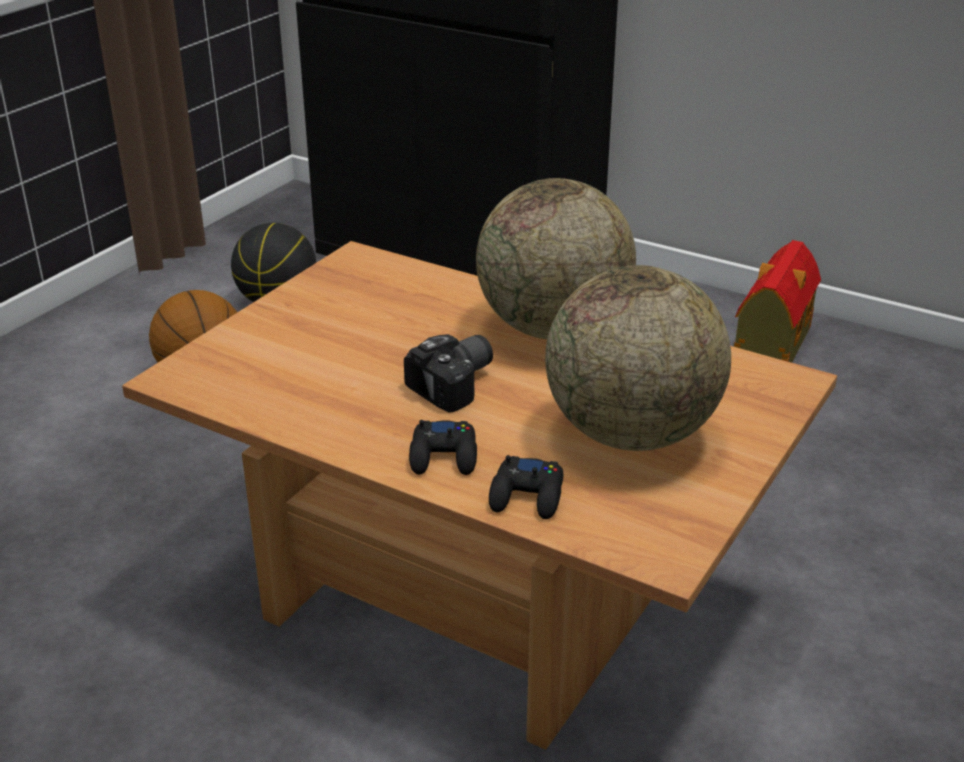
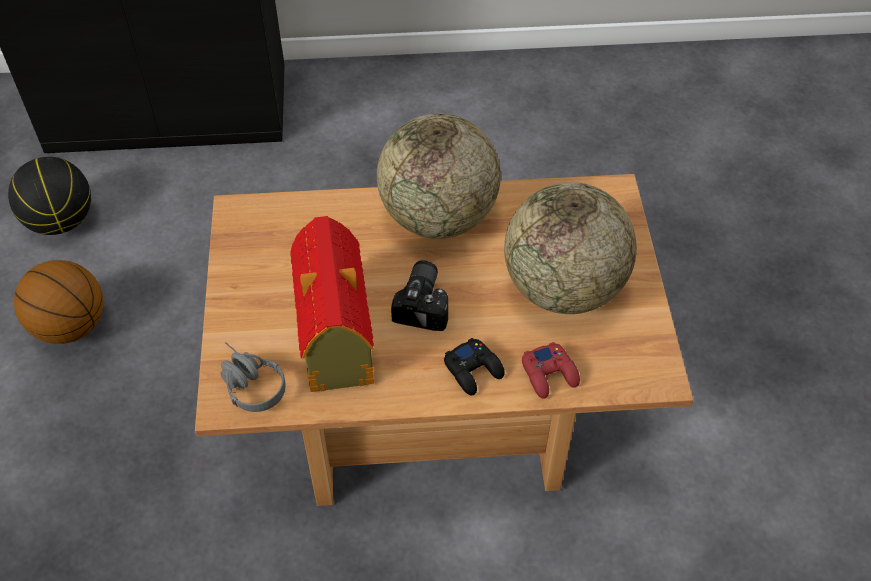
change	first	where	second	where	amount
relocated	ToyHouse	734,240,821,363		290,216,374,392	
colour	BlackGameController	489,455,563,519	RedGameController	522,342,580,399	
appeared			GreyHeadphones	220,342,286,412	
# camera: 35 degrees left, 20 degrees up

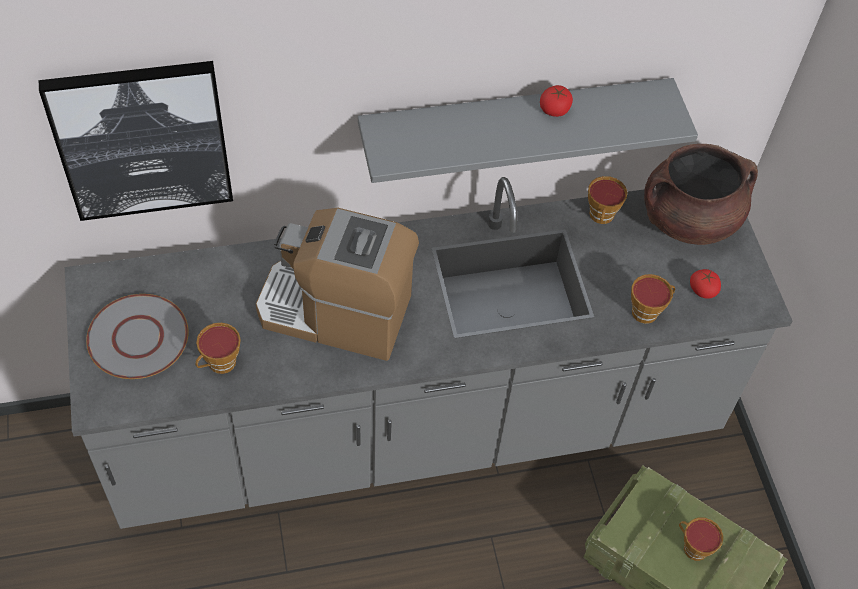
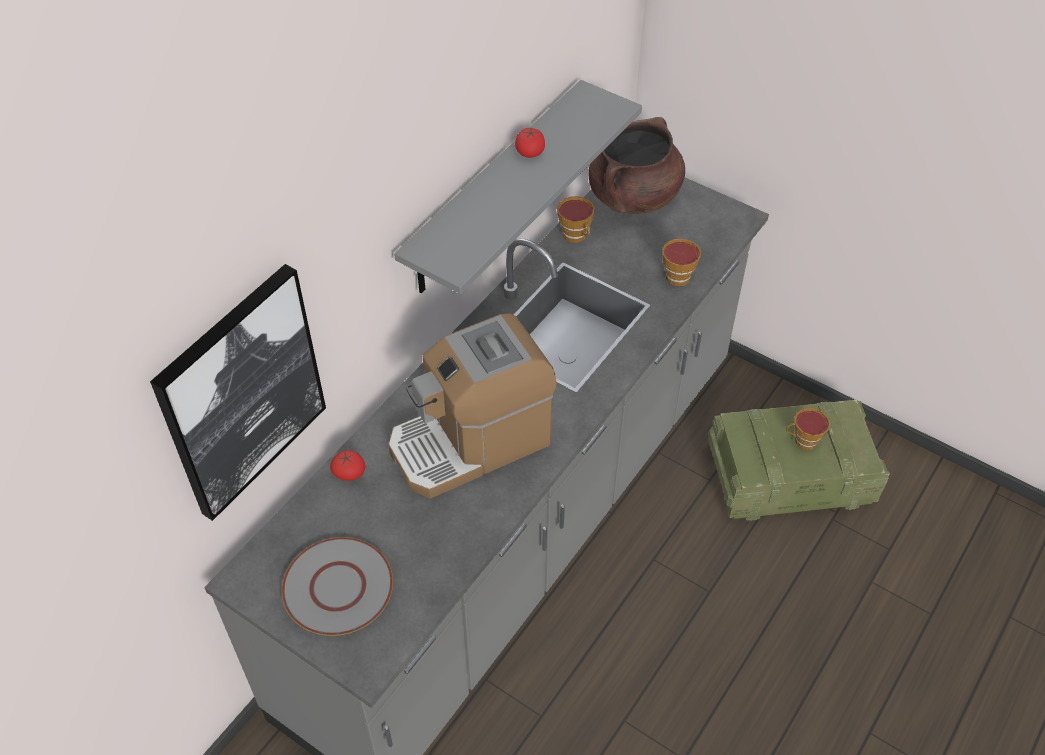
change	first	where	second	where	amount
relocated	Tomato	690,269,721,299		330,450,365,481	
missing	Cup	195,323,241,374			
# camera: 40 degrees left, 5 degrees down

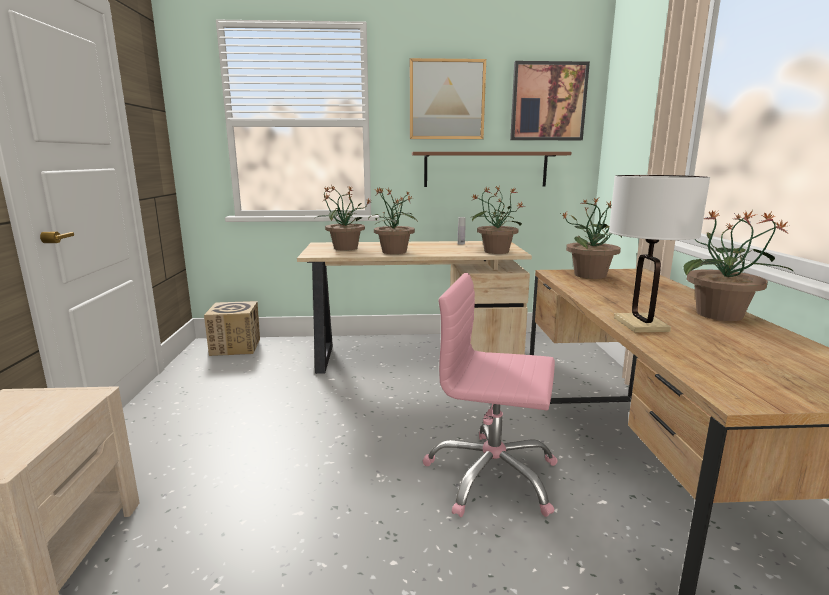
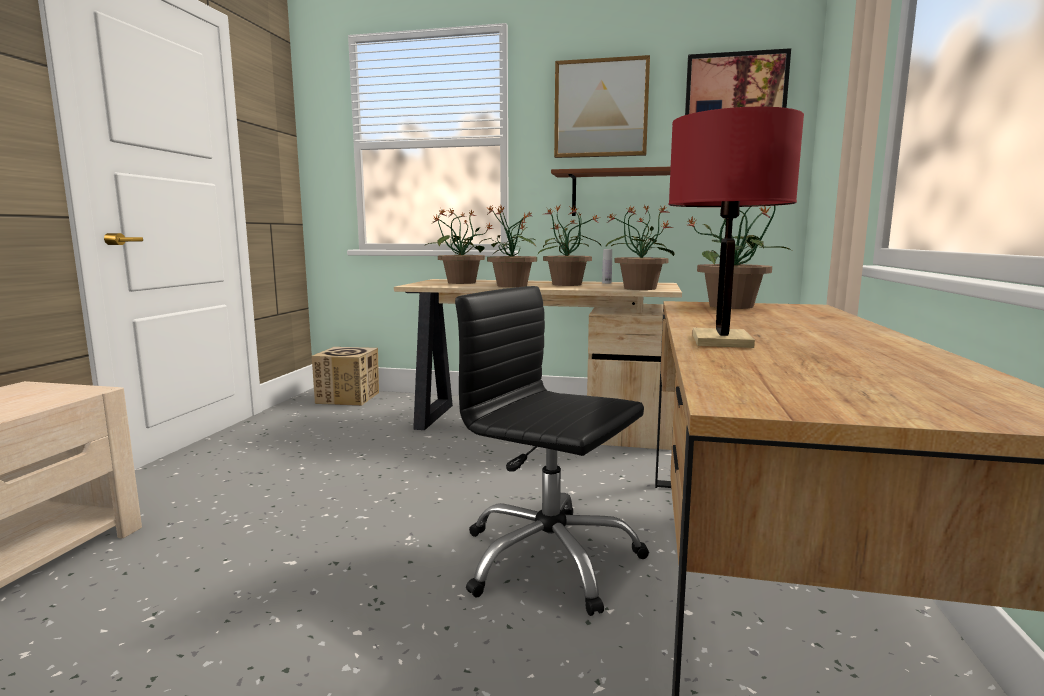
change	first	where	second	where	amount
colour	WhiteTableLamp	609,175,710,332	RedTableLamp	669,107,804,348	
relocated	PottedPlant	684,210,794,321		538,206,602,286	
colour	PinkOfficeChair	423,273,558,517	BlackOfficeChair	455,286,649,616	
# camera: 15 degrees right, 5 degrees down

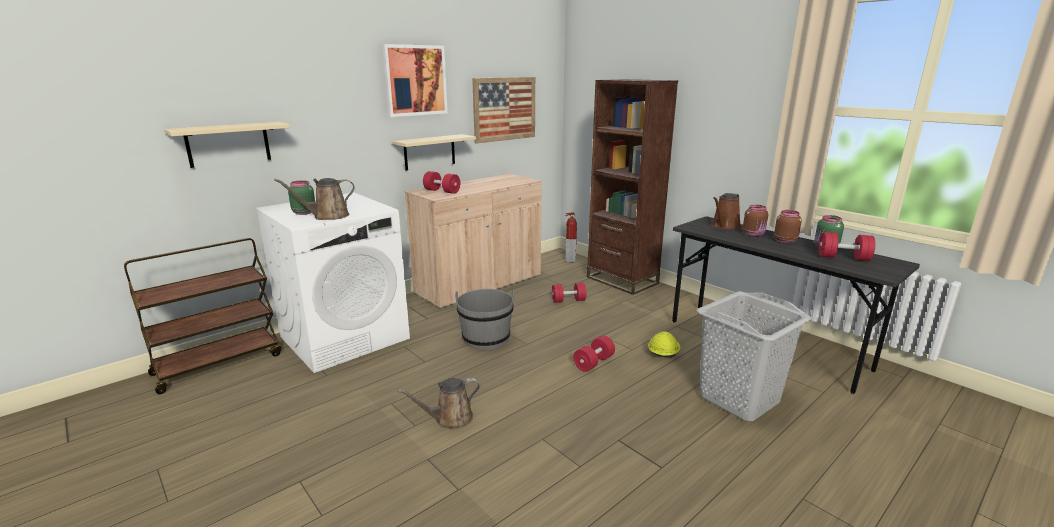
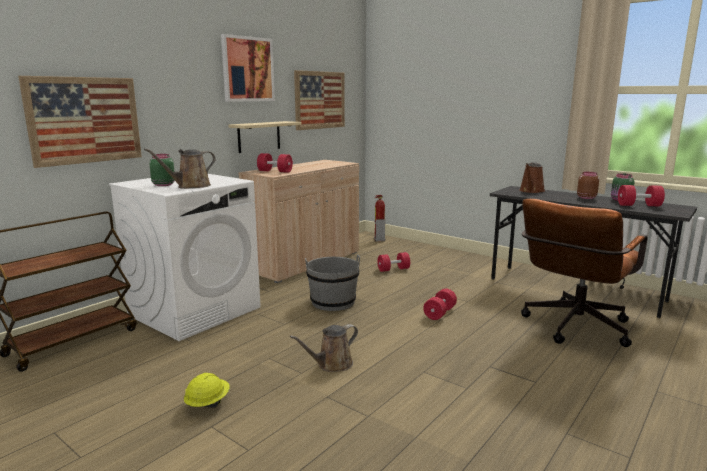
change	first	where	second	where	amount
missing	BrownBookcase	587,79,678,295			
exchanged	BeigeShelf	164,122,290,168	Picture	18,76,142,168	
missing	BrownJar	743,205,768,237			
exchanged	GreyLaundryBasket	697,291,812,422	BrownOfficeChair	521,199,648,347	
relocated	YellowHardHat	648,332,681,358		184,373,230,407	
# camera: 10 degrees left, 5 degrees down

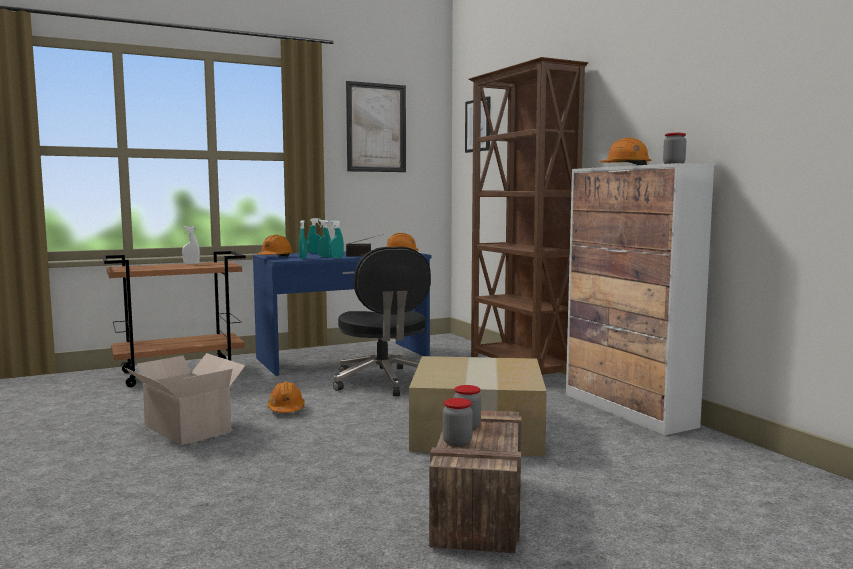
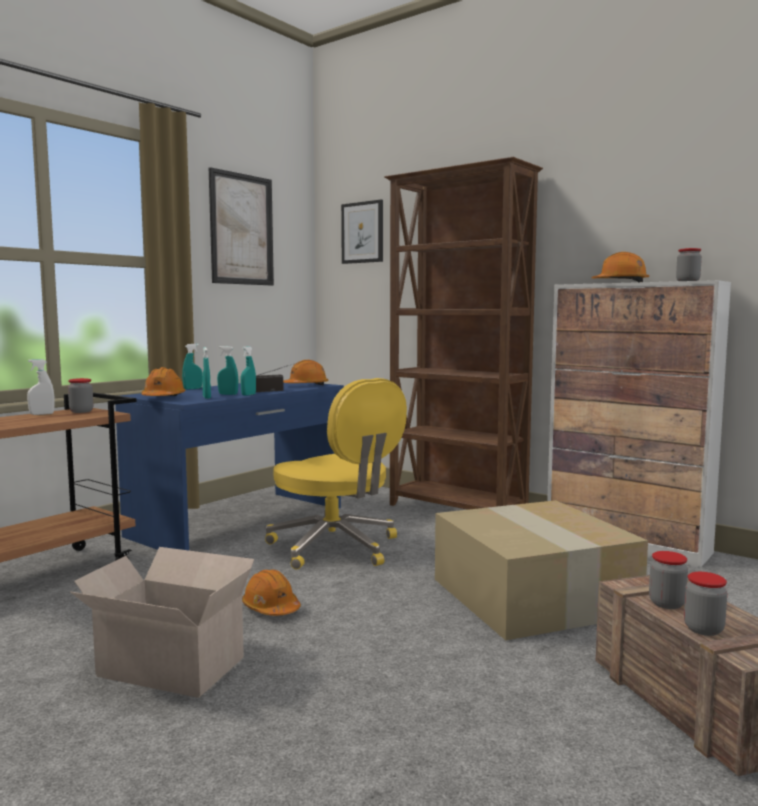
change	first	where	second	where	amount
colour	BlackOfficeChair	333,246,431,396	YellowOfficeChair	265,378,407,570	
appeared			Jar	68,378,93,413	
# camera: 25 degrees left, 0 degrees up

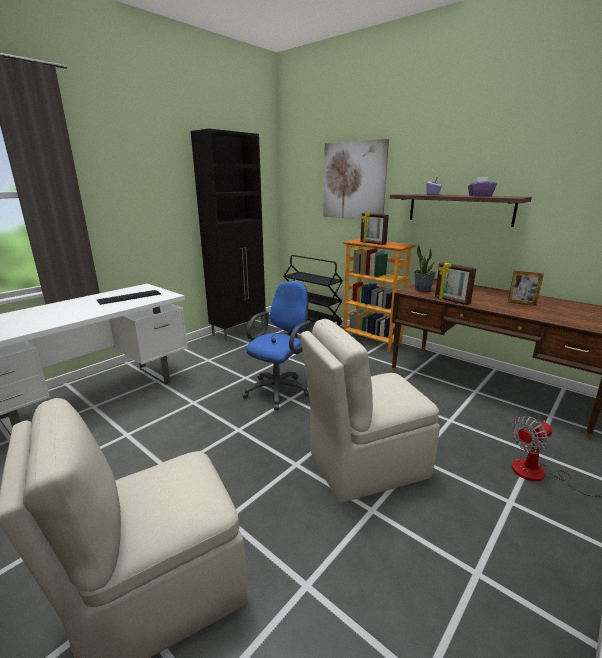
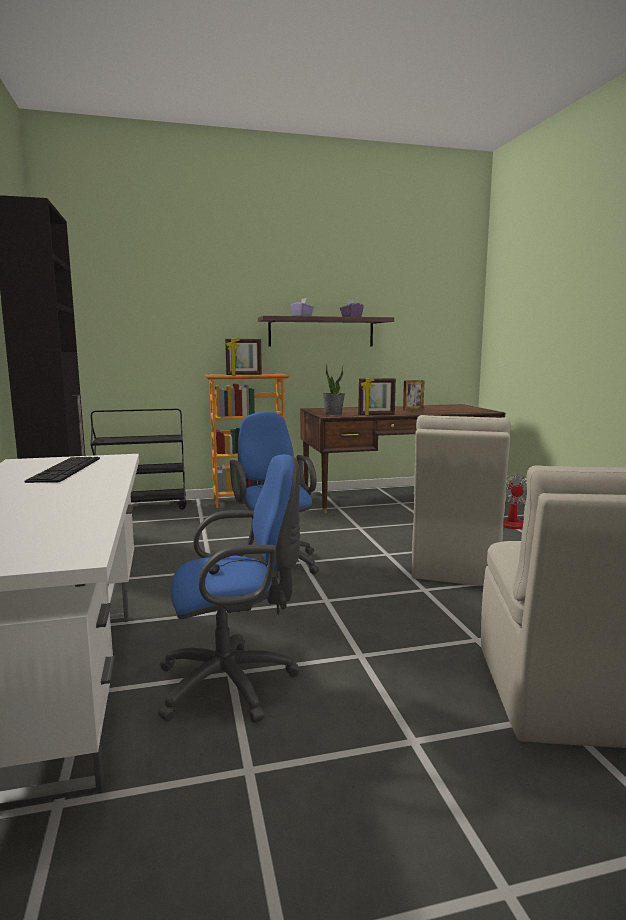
change	first	where	second	where	amount
missing	Picture	323,139,389,220			
appeared			BlueOfficeChair	158,454,300,723	
# camera: 55 degrees left, 10 degrees down

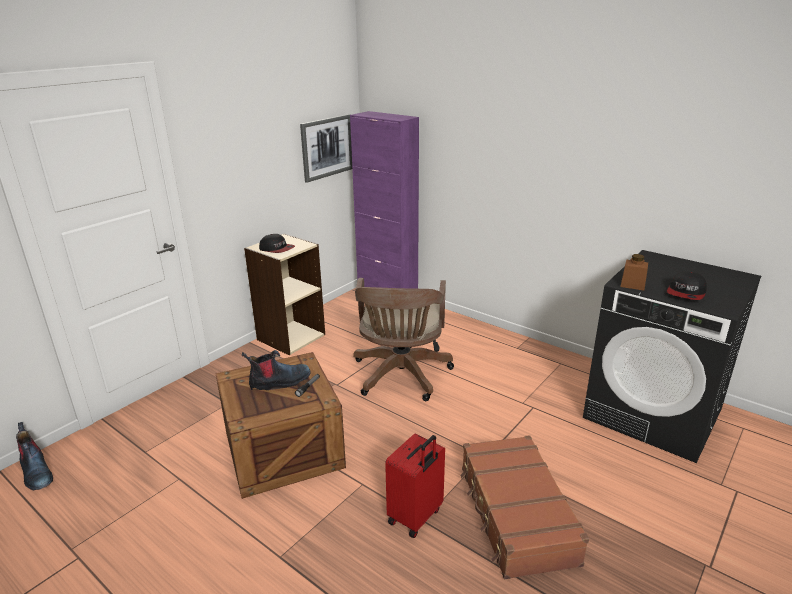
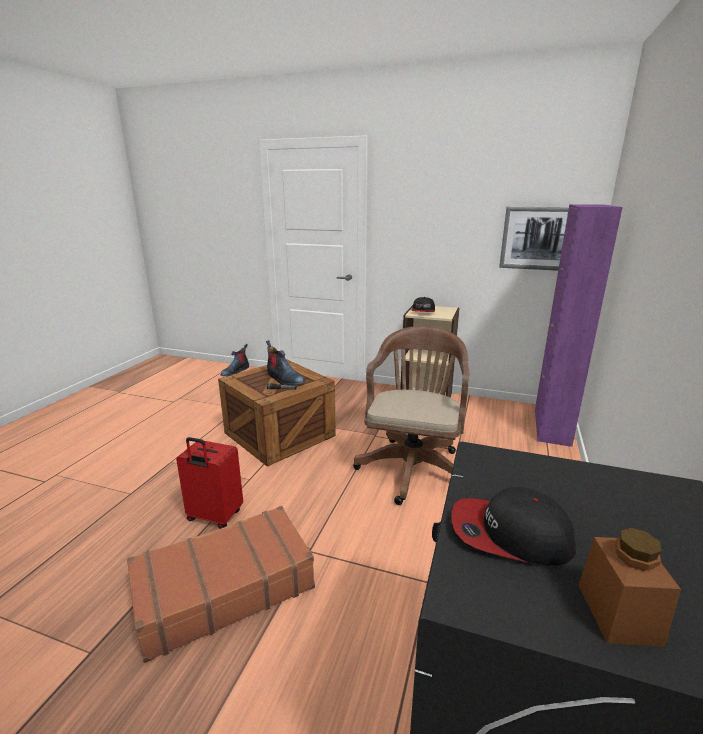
change	first	where	second	where	amount
relocated	BrownJar	620,254,648,291		578,528,681,647	
spun	BrownOfficeChair	353,278,454,401		353,326,470,505	120 degrees clockwise
# camera: 70 degrees right, 5 degrees down

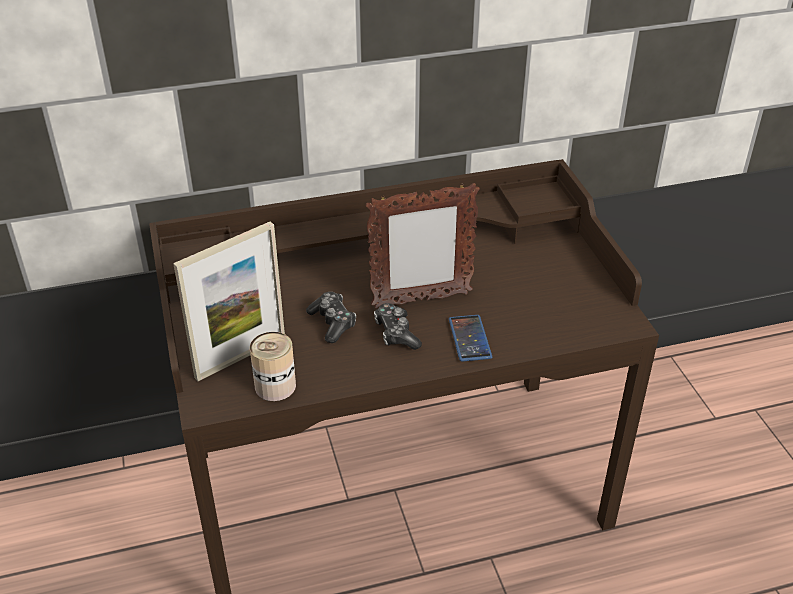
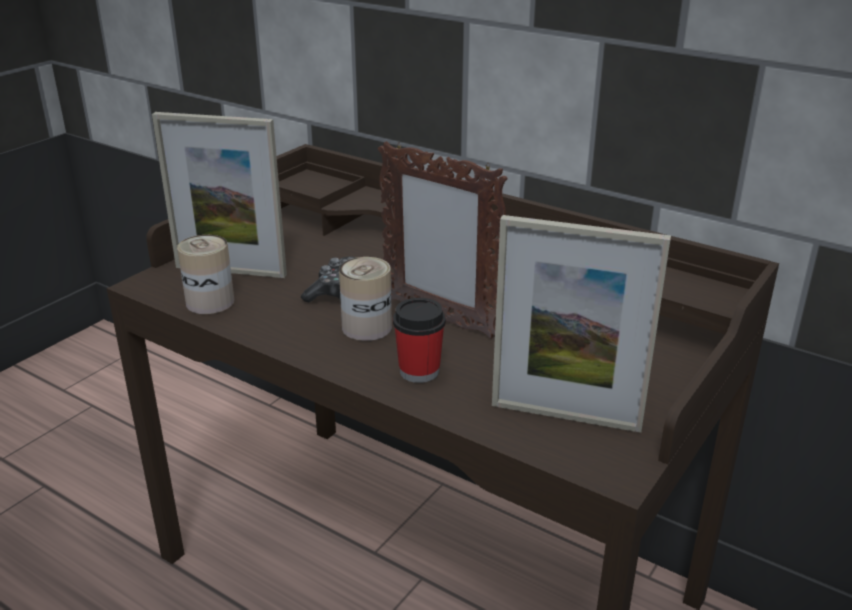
change	first	where	second	where	amount
exchanged	GameController	374,303,422,350	Can	339,257,392,341	
exchanged	Phone	449,315,492,362	Cup	393,298,446,383	
appeared			PictureFrame	492,215,671,433	
# camera: 50 degrees right, 10 degrees down

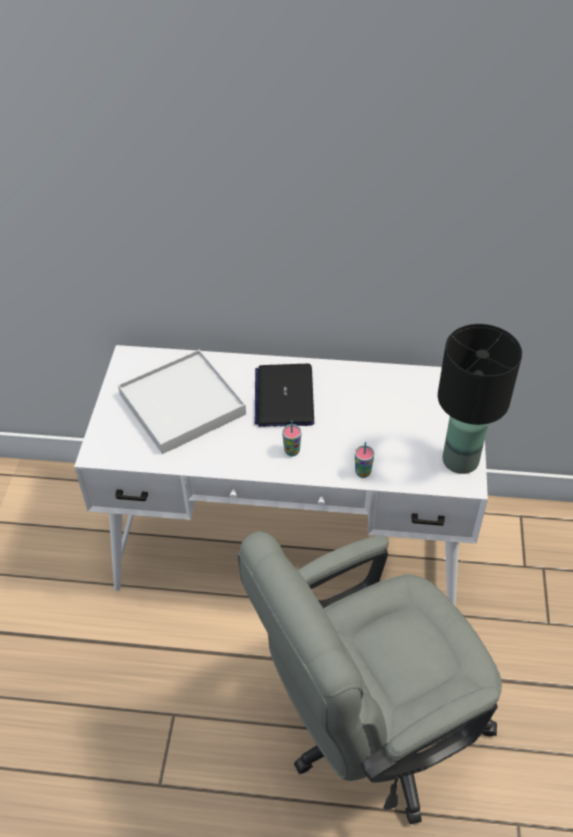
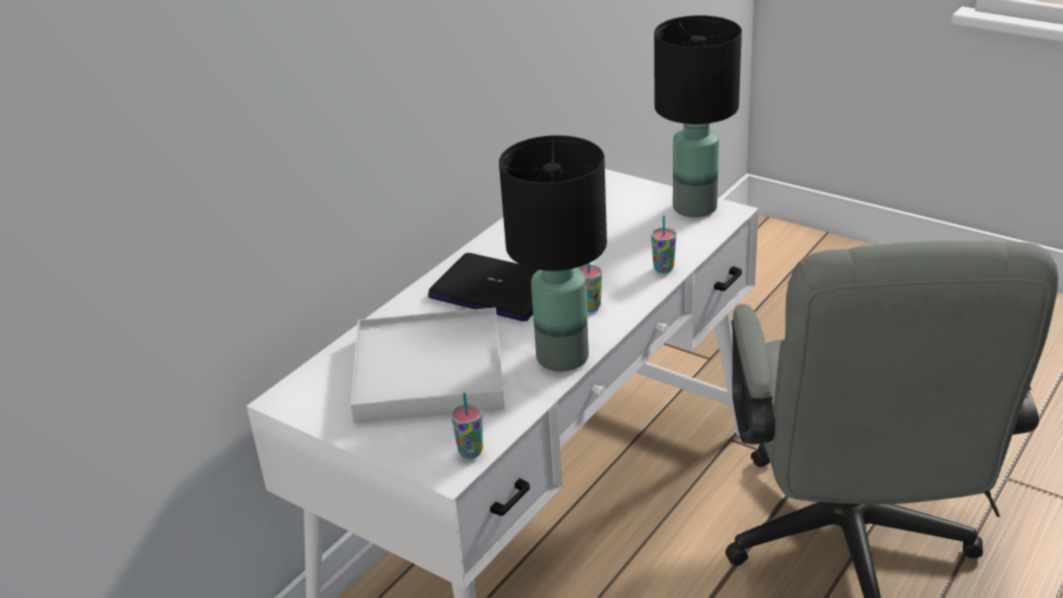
change	first	where	second	where	amount
appeared			BlackTableLamp	499,135,607,371	
appeared			Cup	451,392,483,459	
# camera: 60 degrees left, 15 degrees down

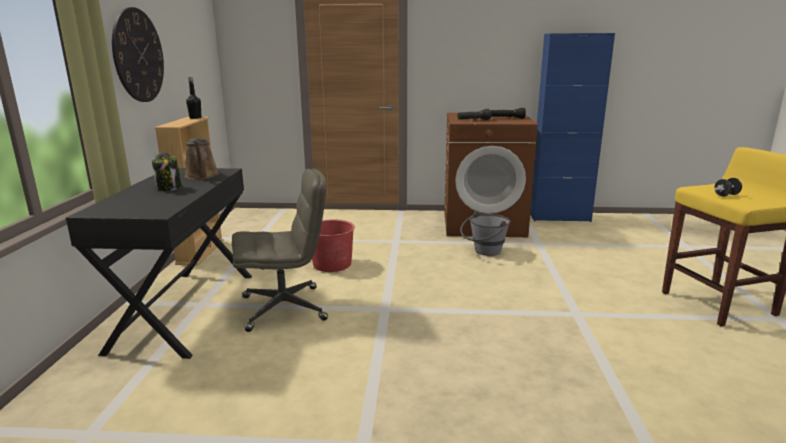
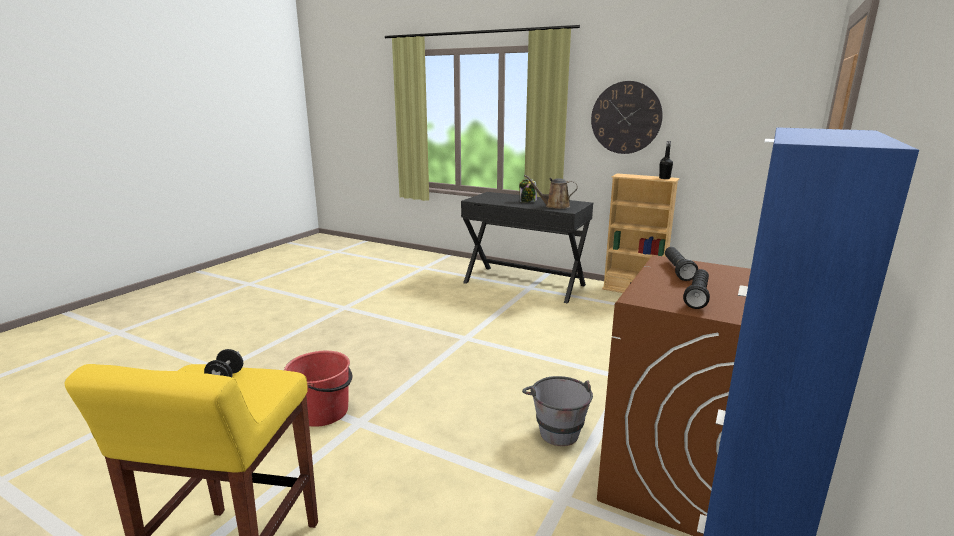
change	first	where	second	where	amount
missing	GreyOfficeChair	232,169,328,332			
relocated	RedBucket	312,219,355,272		284,351,352,427	
# camera: 115 degrees right, 0 degrees up

